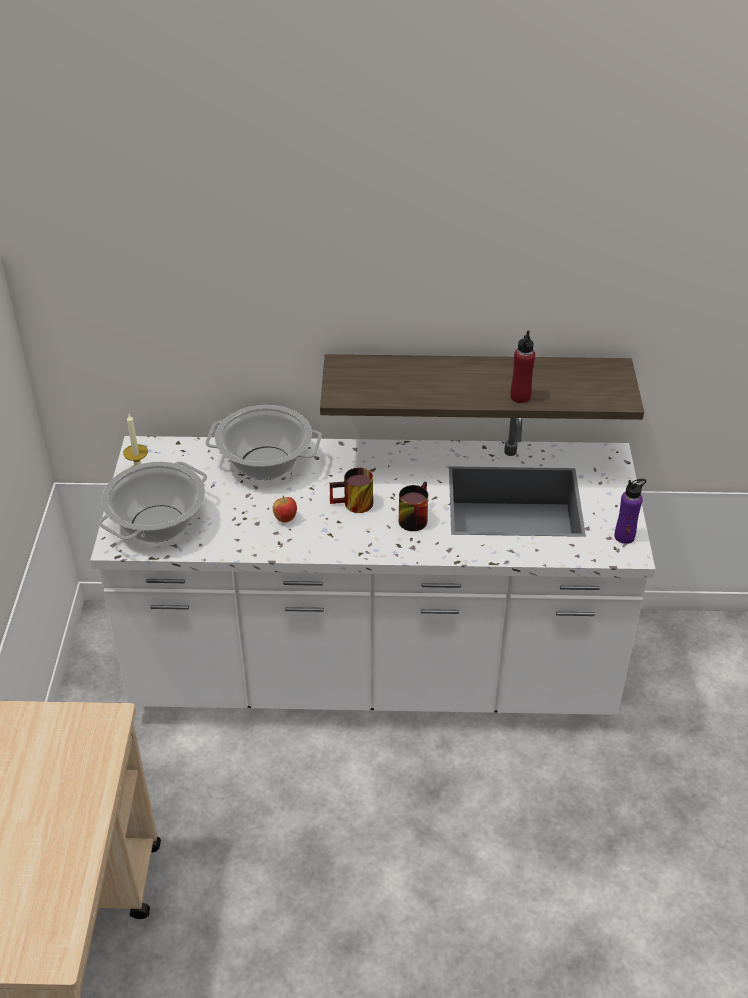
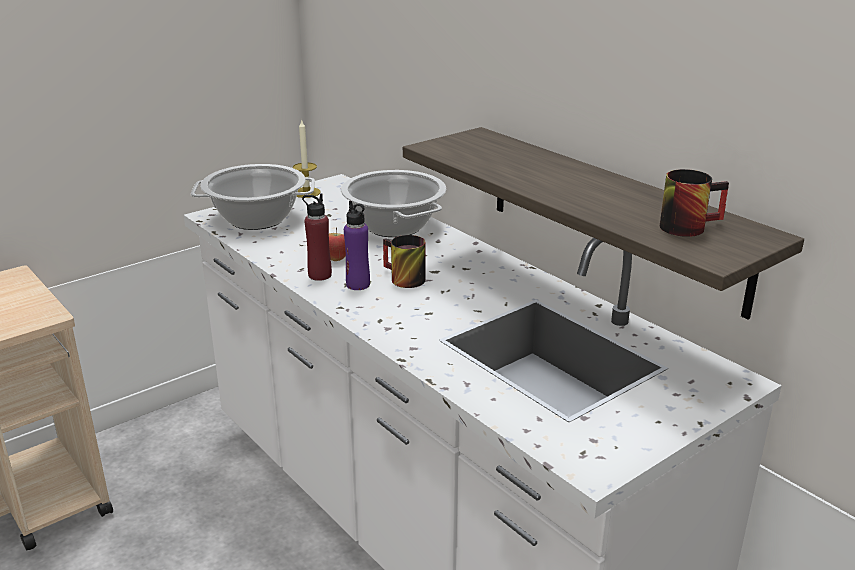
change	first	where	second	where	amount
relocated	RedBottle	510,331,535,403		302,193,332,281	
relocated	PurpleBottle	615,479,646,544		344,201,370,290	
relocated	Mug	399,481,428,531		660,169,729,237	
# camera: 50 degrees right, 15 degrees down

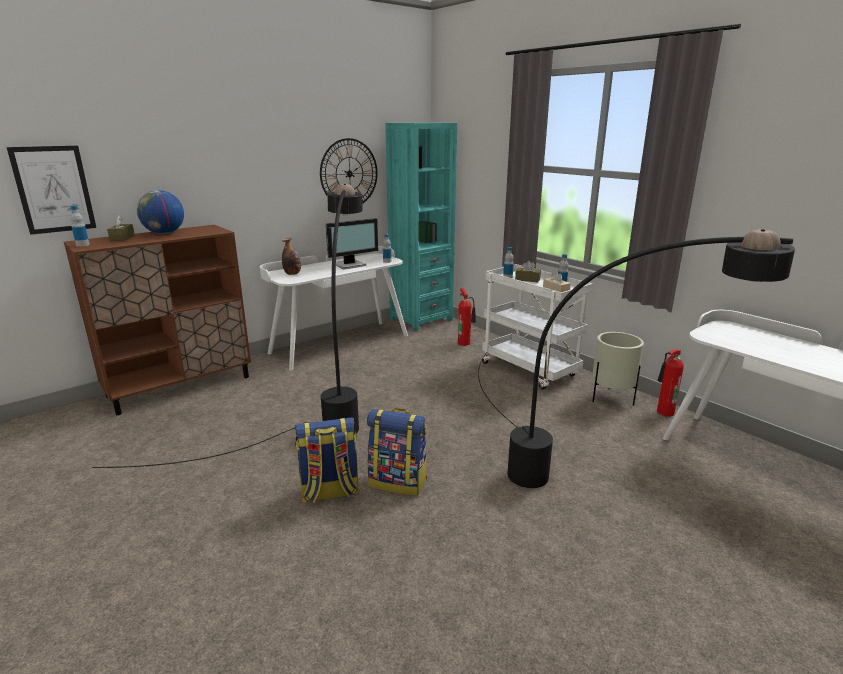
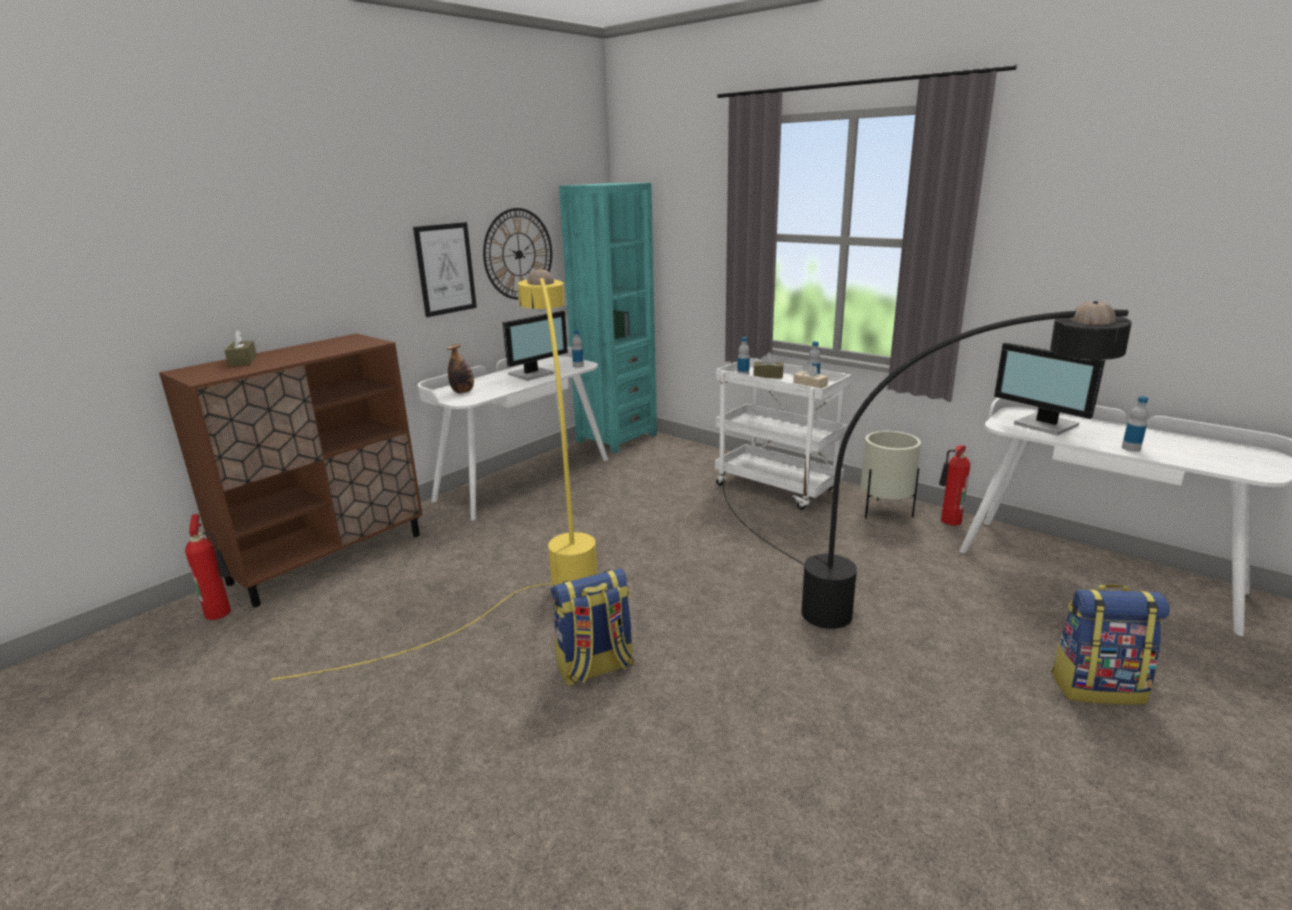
change	first	where	second	where	amount
relocated	Picture	7,146,96,235		413,222,477,317	
colour	BlackFloorLamp	92,184,362,468	YellowFloorLamp	271,269,597,680	
missing	Globe	137,190,184,234			
relocated	Bottle	70,206,90,247		1122,396,1148,452	
relocated	FireExtinguisher	458,288,476,346		185,514,231,620	
relocated	Backpack	367,408,427,496		1051,584,1170,705	
appeared			Monitor	994,343,1105,436	
# camera: 10 degrees left, 0 degrees up

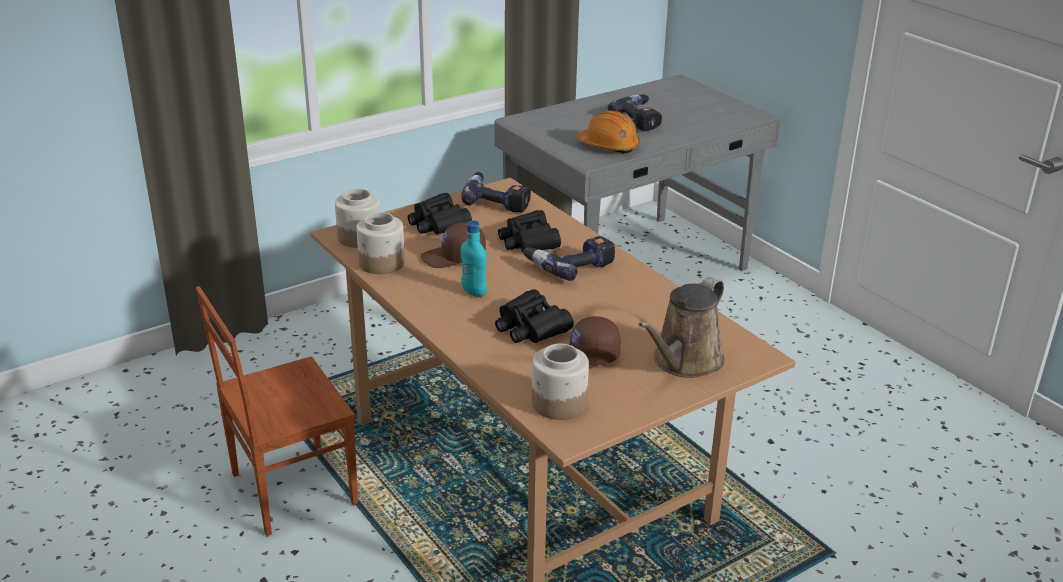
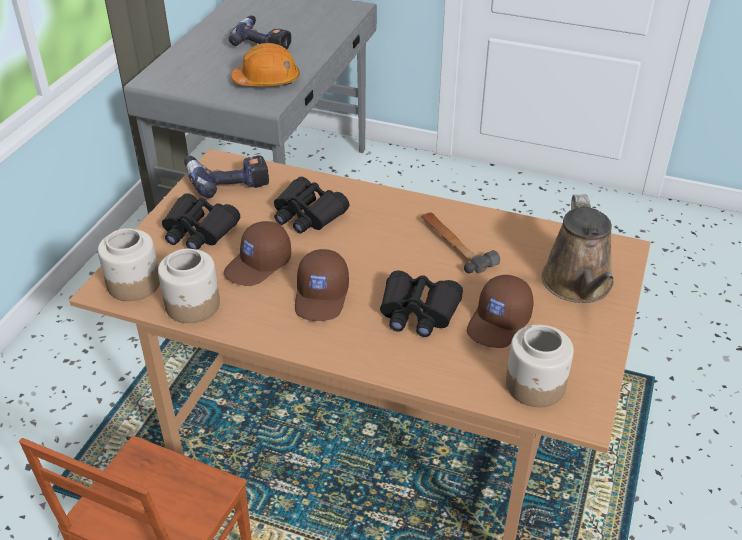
change	first	where	second	where	amount
exchanged	TurquoiseBottle	461,220,487,297	BrownCap	295,249,349,321	
missing	PowerDrill	523,236,615,281			
appeared			Hammer	421,212,500,274	
# camera: 35 degrees left, 10 degrees up

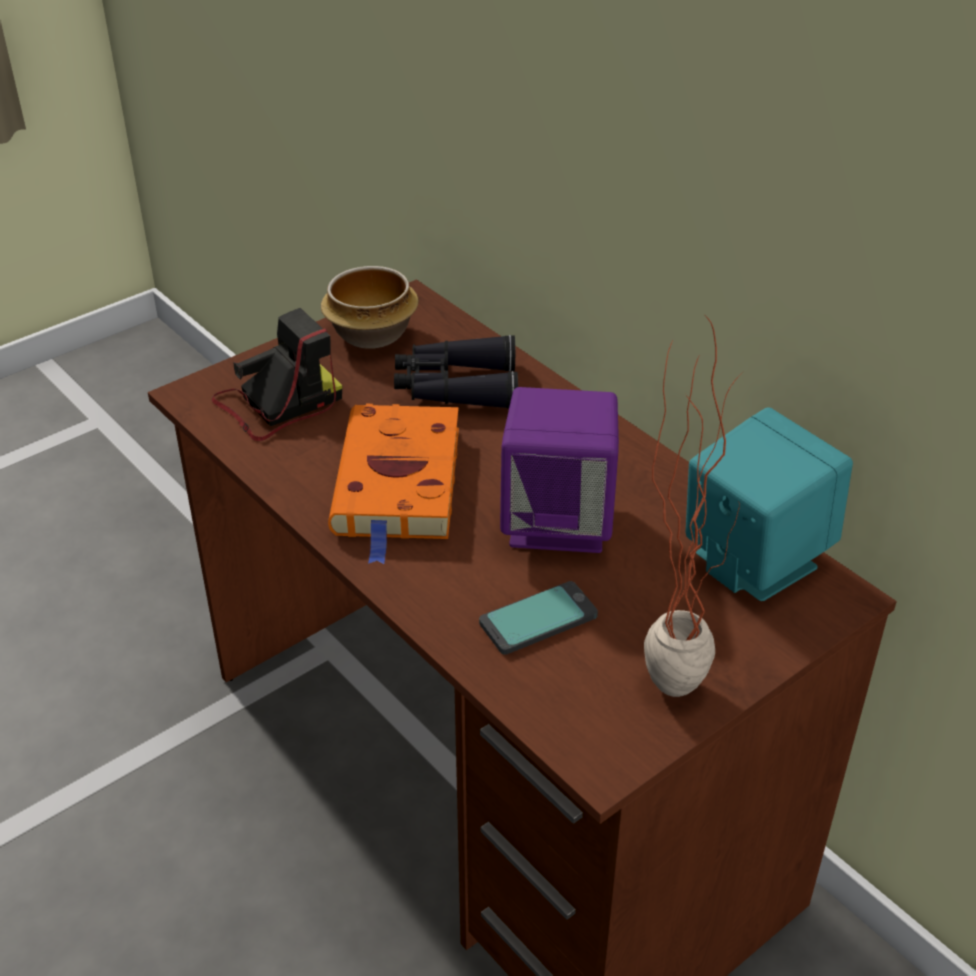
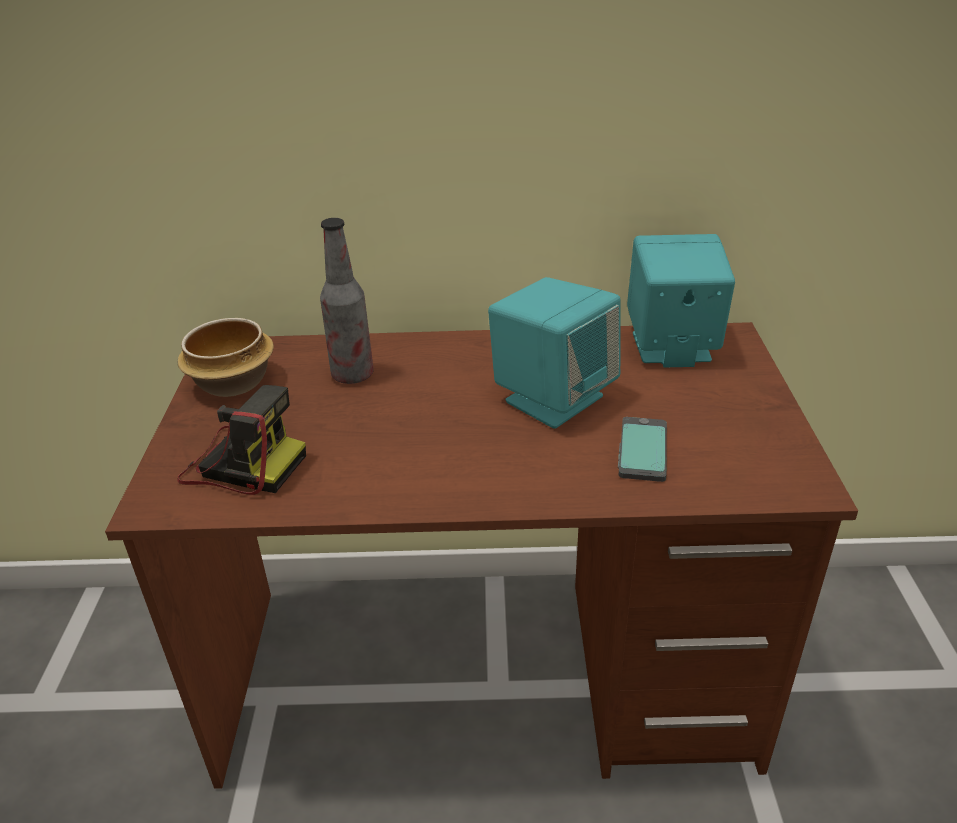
change	first	where	second	where	amount
spun	PhotoCamera	211,308,343,441		177,385,306,495	105 degrees clockwise
missing	PottedPlant	644,316,743,697			
exchanged	BlackBinoculars	394,335,518,409	Bottle	320,218,374,384	
colour	PurpleSpeaker	500,387,619,553	TurquoiseSpeaker	488,277,621,429	
missing	OrangeBook	328,404,459,564			
# camera: 50 degrees left, 5 degrees down

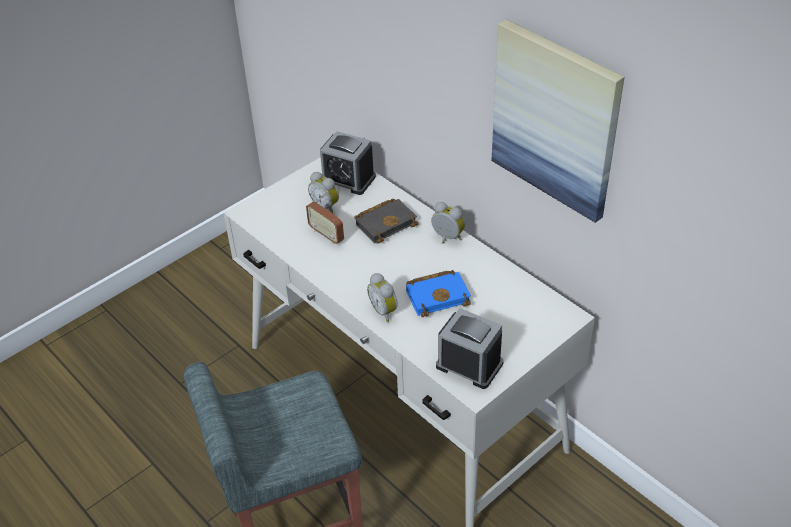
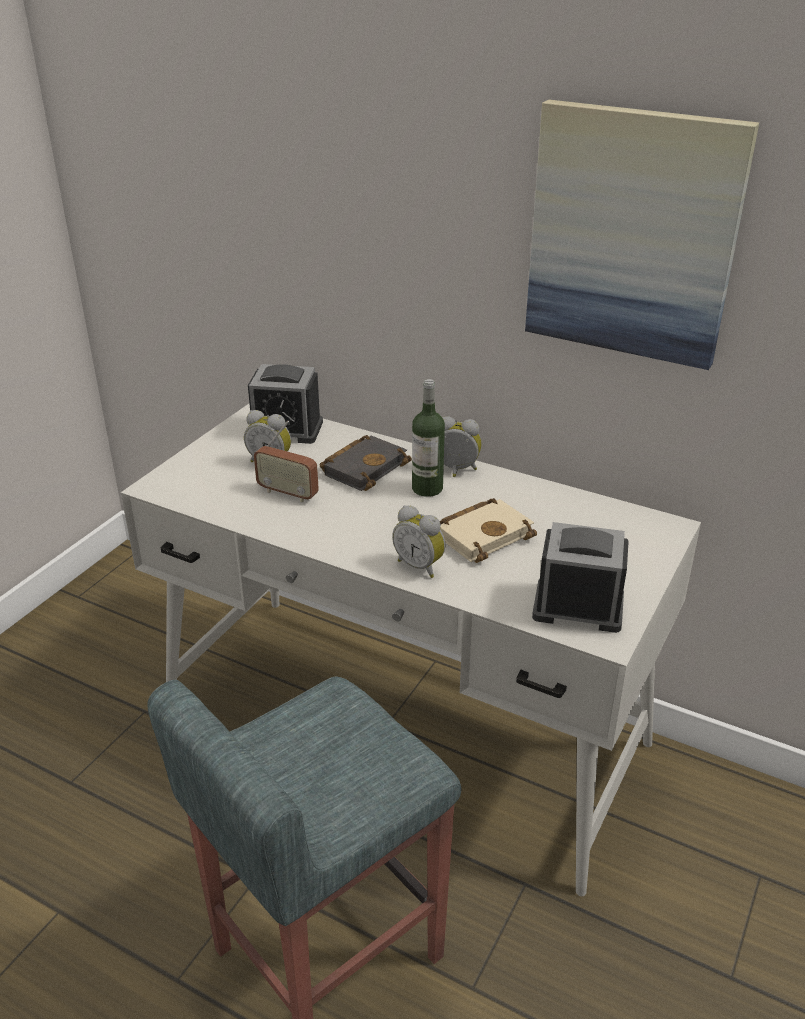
change	first	where	second	where	amount
colour	BlueBook	406,270,471,317	BeigeBook	440,498,537,563	
appeared			Bottle	412,379,445,497	
# camera: 20 degrees left, 10 degrees down

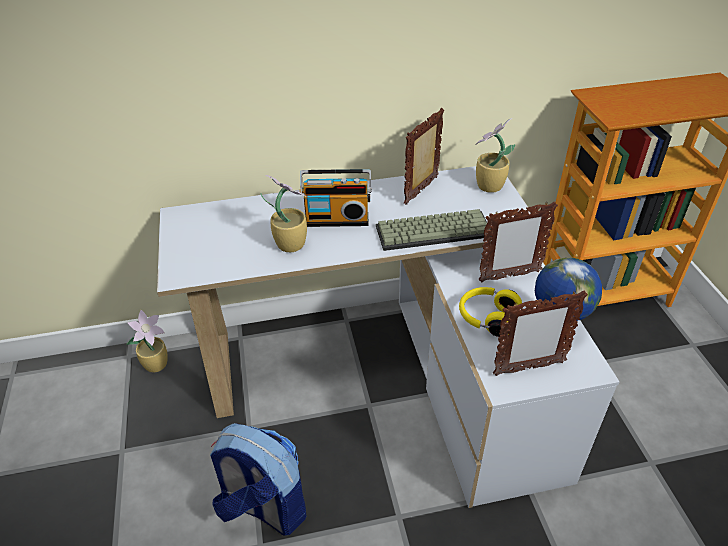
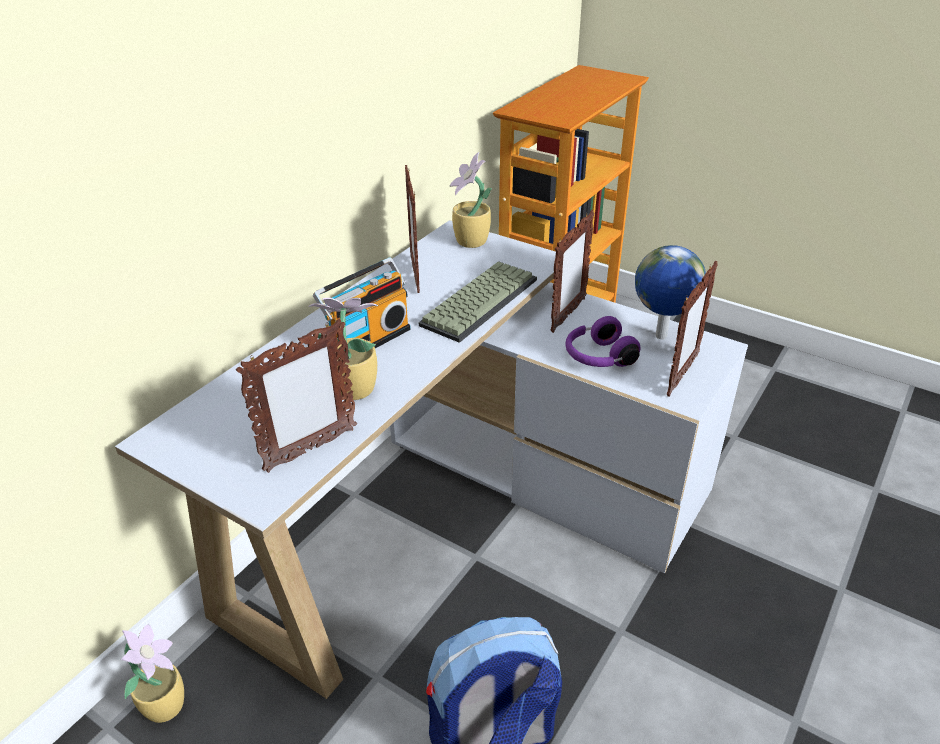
change	first	where	second	where	amount
colour	YellowHeadphones	459,287,522,337	PurpleHeadphones	565,316,641,367	
appeared			PictureFrame	236,319,357,473	
# camera: 45 degrees left, 5 degrees down

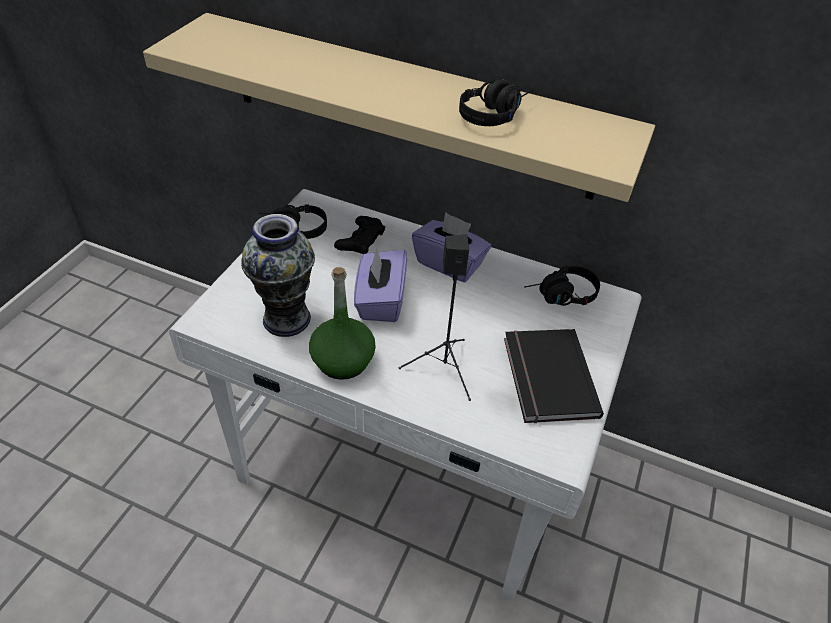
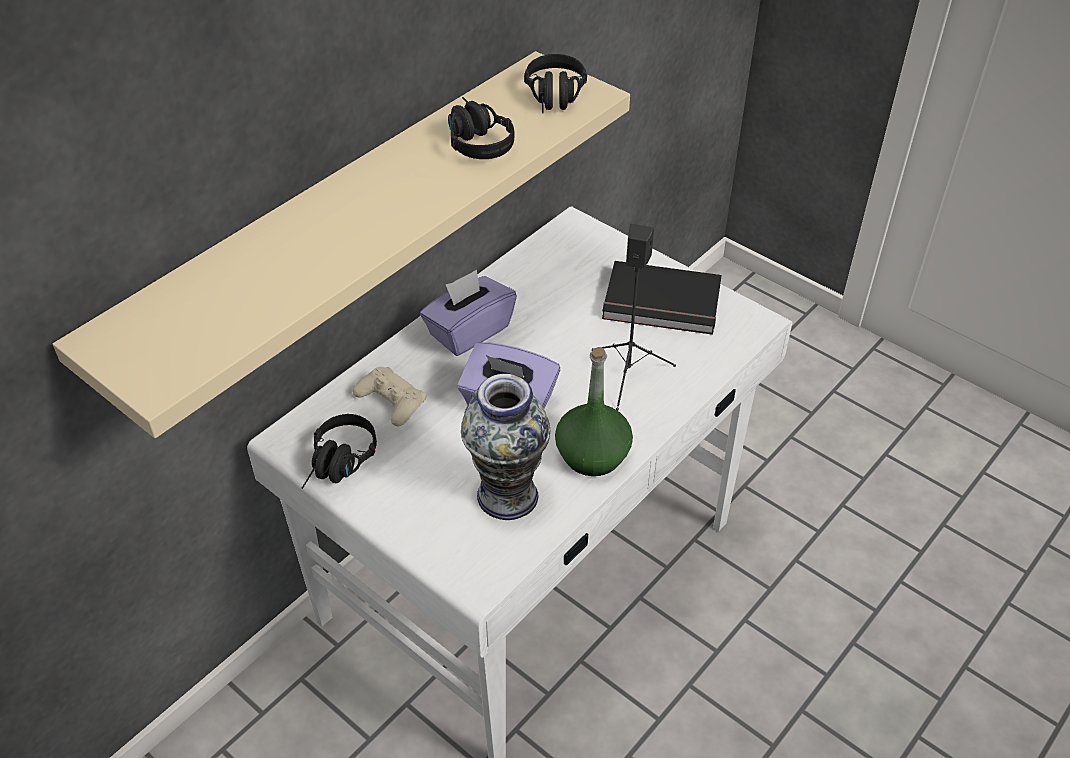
change	first	where	second	where	amount
colour	BlackGameController	334,216,385,254	BeigeGameController	352,367,426,427	
relocated	BlackHeadphones	524,266,600,306		524,54,587,113	
# camera: 70 degrees left, 0 degrees up

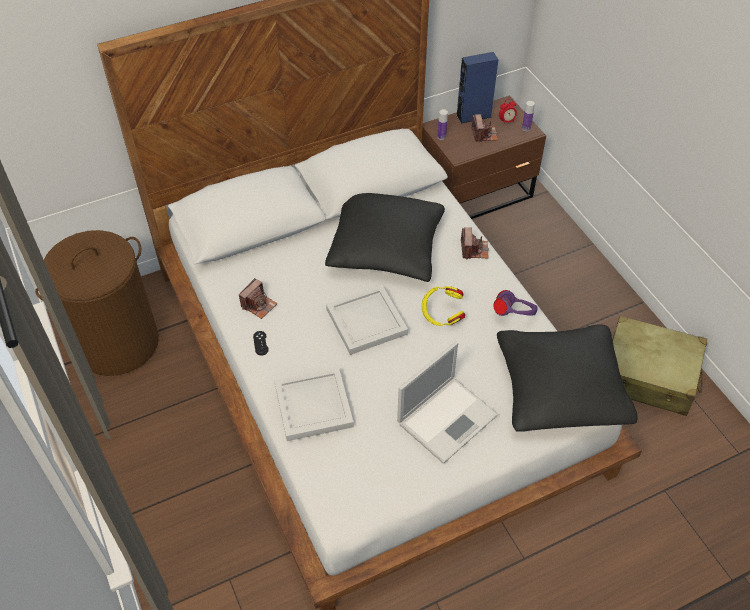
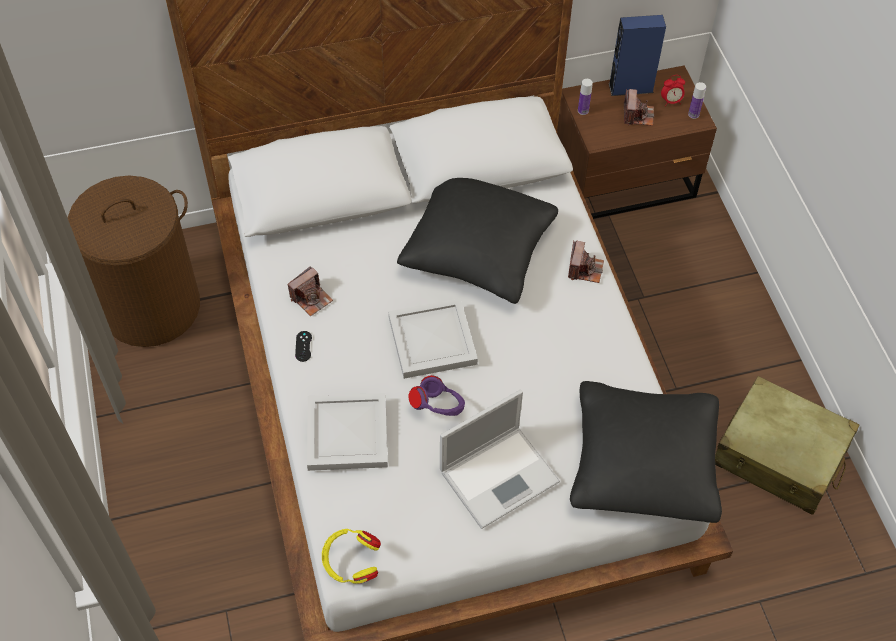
change	first	where	second	where	amount
relocated	YellowHeadphones	422,286,465,326		322,529,381,584	
relocated	PurpleHeadphones	494,290,538,316		409,375,465,416	
# camera: 10 degrees right, 5 degrees up

